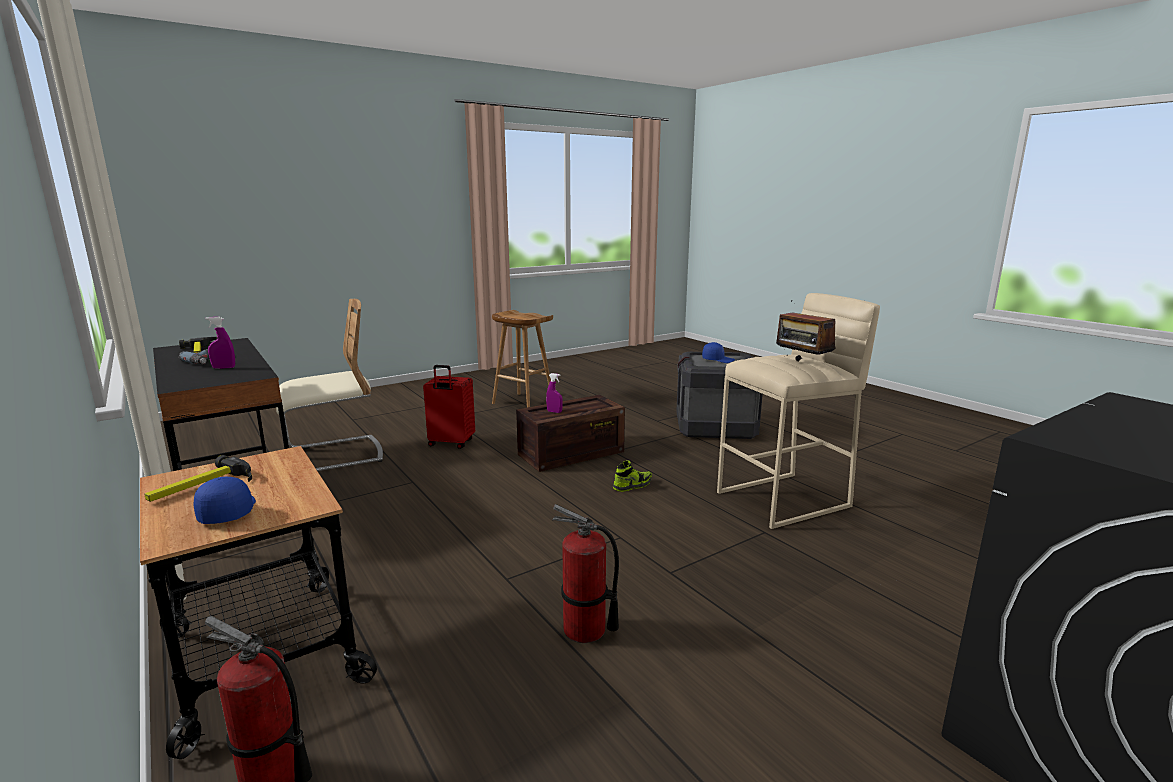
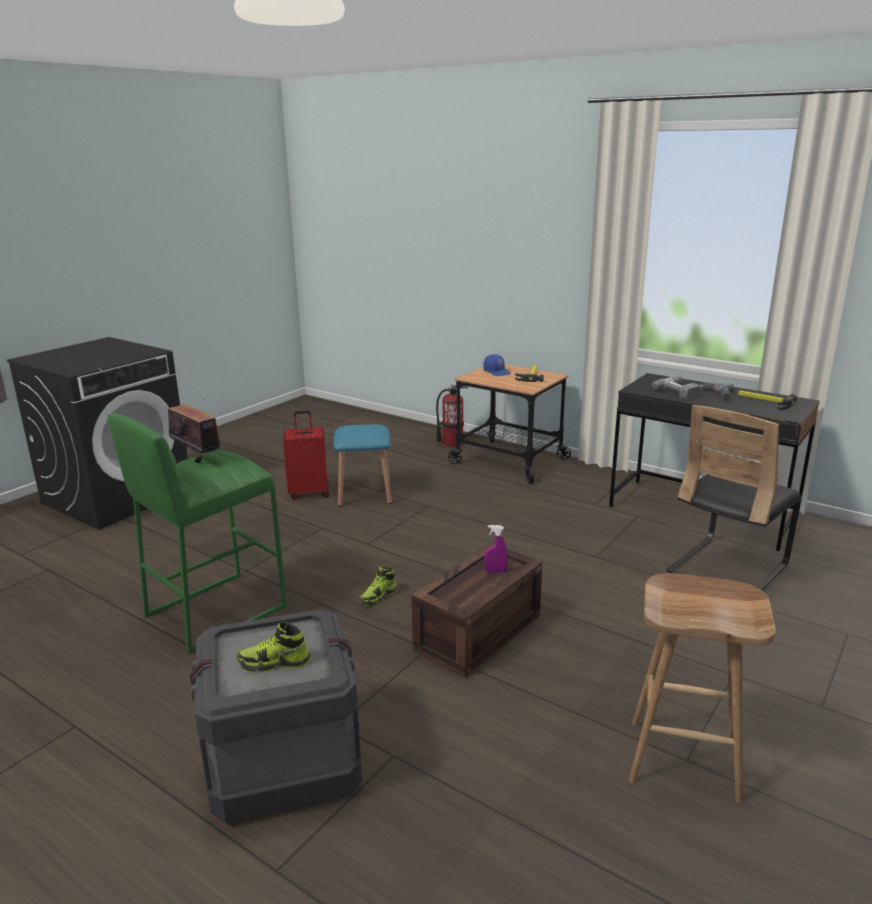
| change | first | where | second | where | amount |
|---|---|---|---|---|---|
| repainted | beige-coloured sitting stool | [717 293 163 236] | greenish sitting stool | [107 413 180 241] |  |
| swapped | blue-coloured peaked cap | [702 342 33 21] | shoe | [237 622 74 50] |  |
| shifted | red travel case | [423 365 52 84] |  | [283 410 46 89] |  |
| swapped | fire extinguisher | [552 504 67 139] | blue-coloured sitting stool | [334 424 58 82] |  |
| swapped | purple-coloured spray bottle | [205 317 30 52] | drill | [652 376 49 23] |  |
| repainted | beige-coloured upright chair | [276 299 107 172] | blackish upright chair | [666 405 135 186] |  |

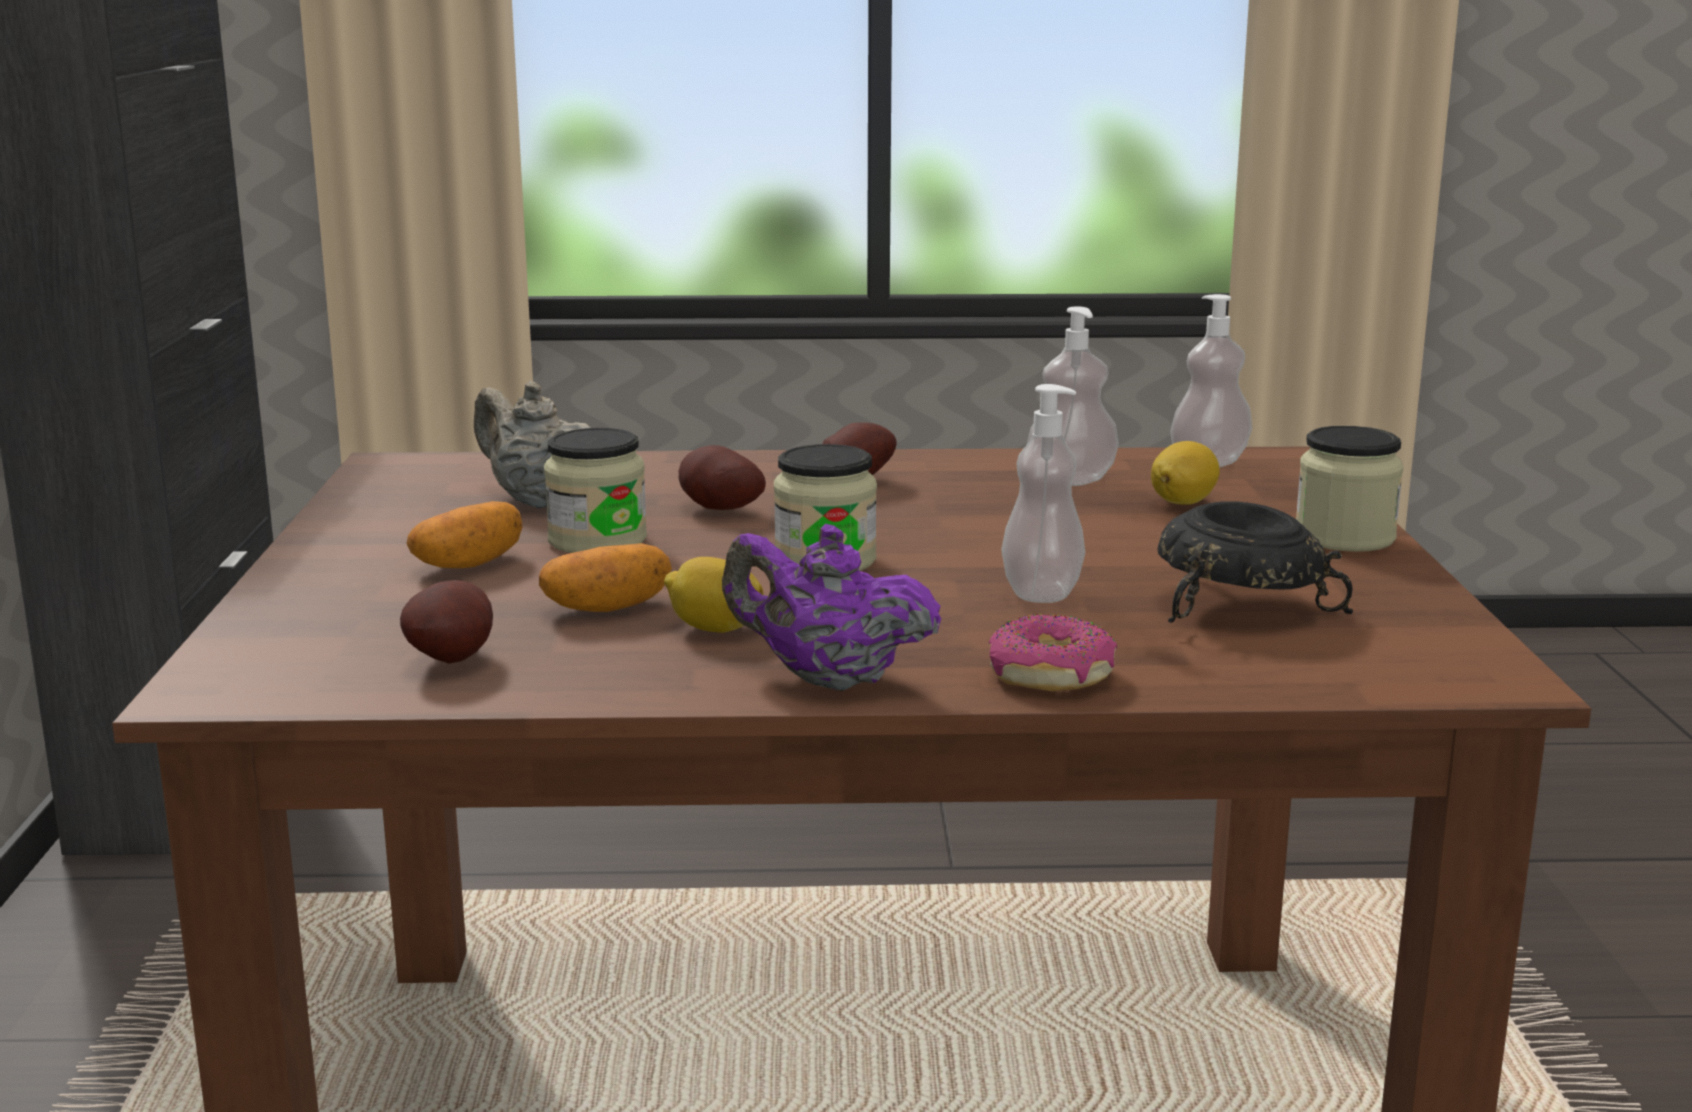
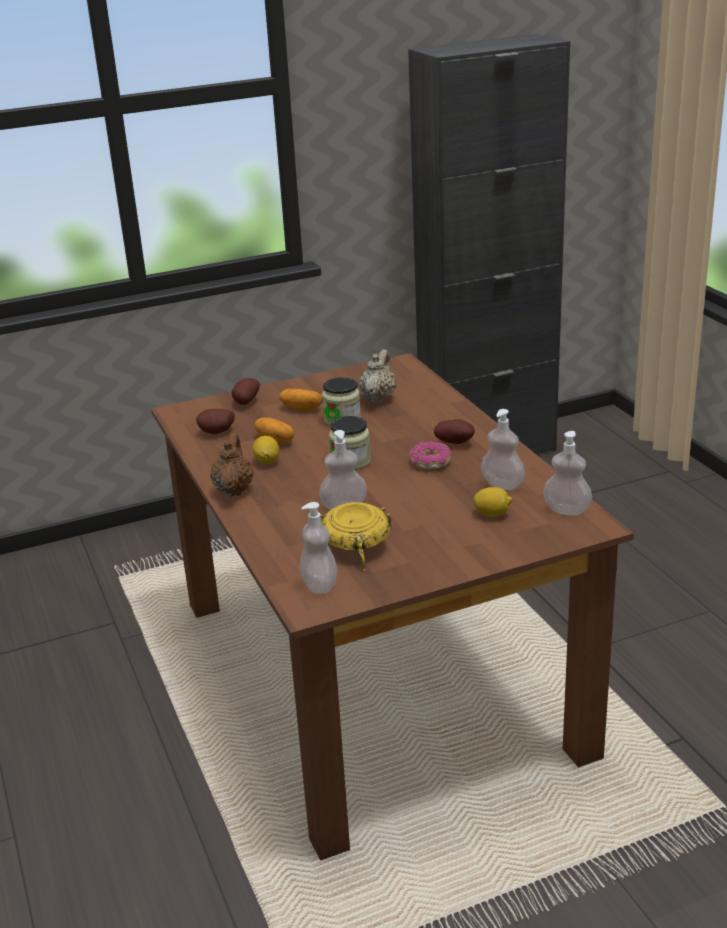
| change | first | where | second | where | amount |
|---|---|---|---|---|---|
| repainted | purple-coloured pot for tea | [722 524 219 167] | brownish pot for tea | [210 433 43 63] |  |
| shifted | whole potato | [679 445 87 65] |  | [232 378 28 27] |  |
| new |  |  | soap bottle | [300 502 37 92] |  |
| repainted | blackish serving bowl | [1158 501 195 122] | yellow serving bowl | [320 502 72 70] |  |
| shifted | donut | [989 614 128 77] |  | [409 441 42 28] |  |
| gone | jar | [1296 426 107 126] |  |  |  |

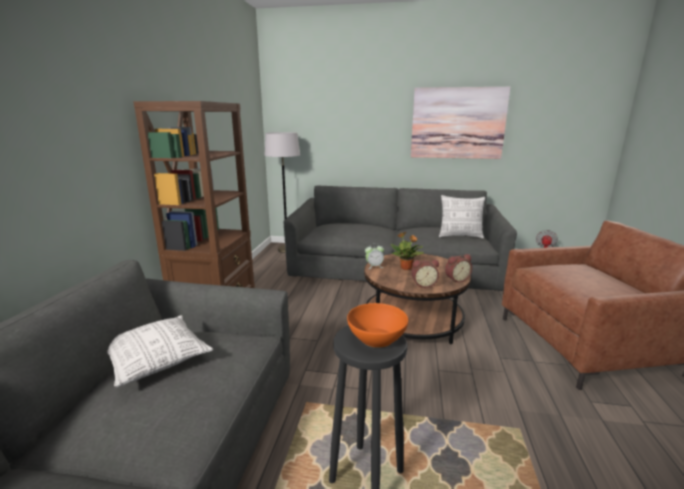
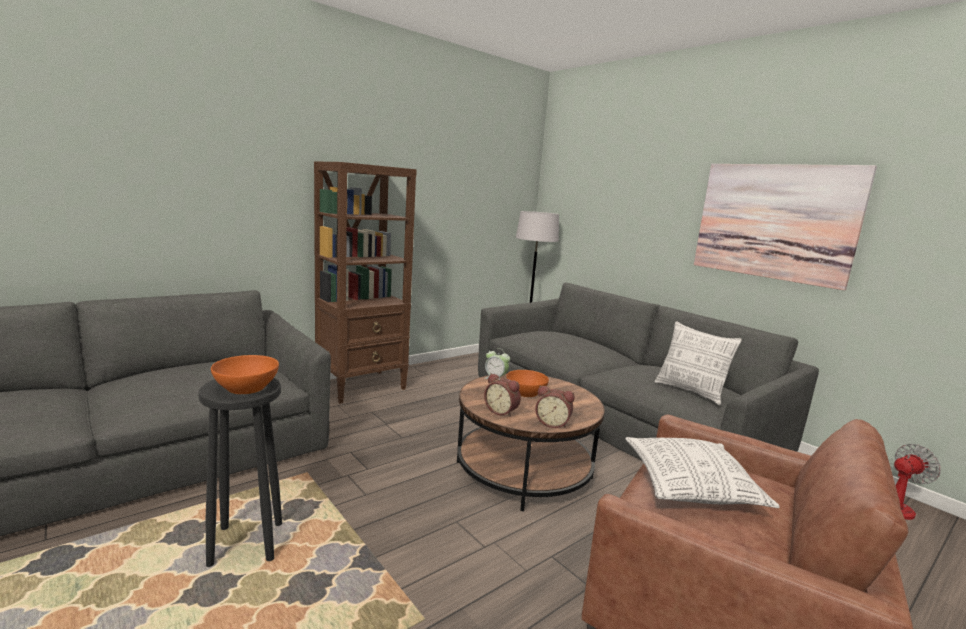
| change | first | where | second | where | amount |
|---|---|---|---|---|---|
| swapped | plant in a pot | [391 232 33 38] | orangey serving bowl | [506 370 43 27] |  |
| shifted | throw pillow | [107 315 106 72] |  | [625 437 155 71] |  |

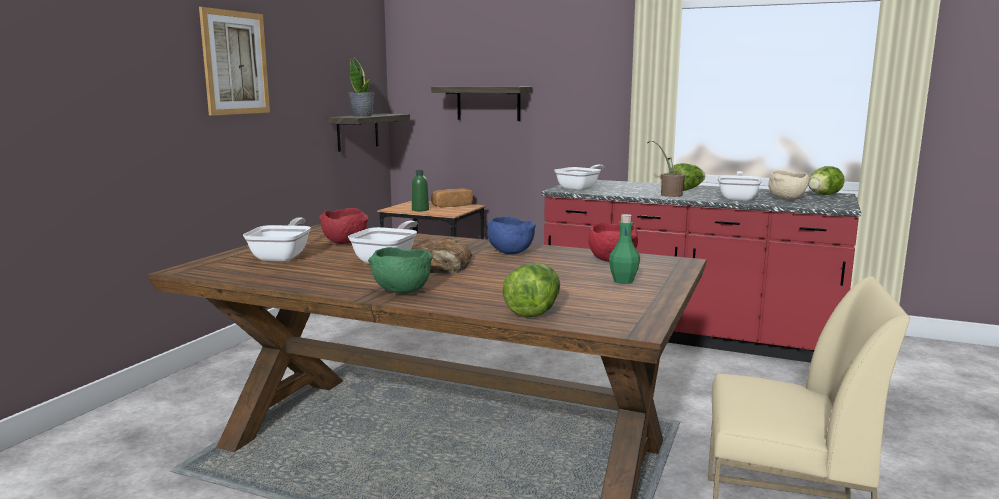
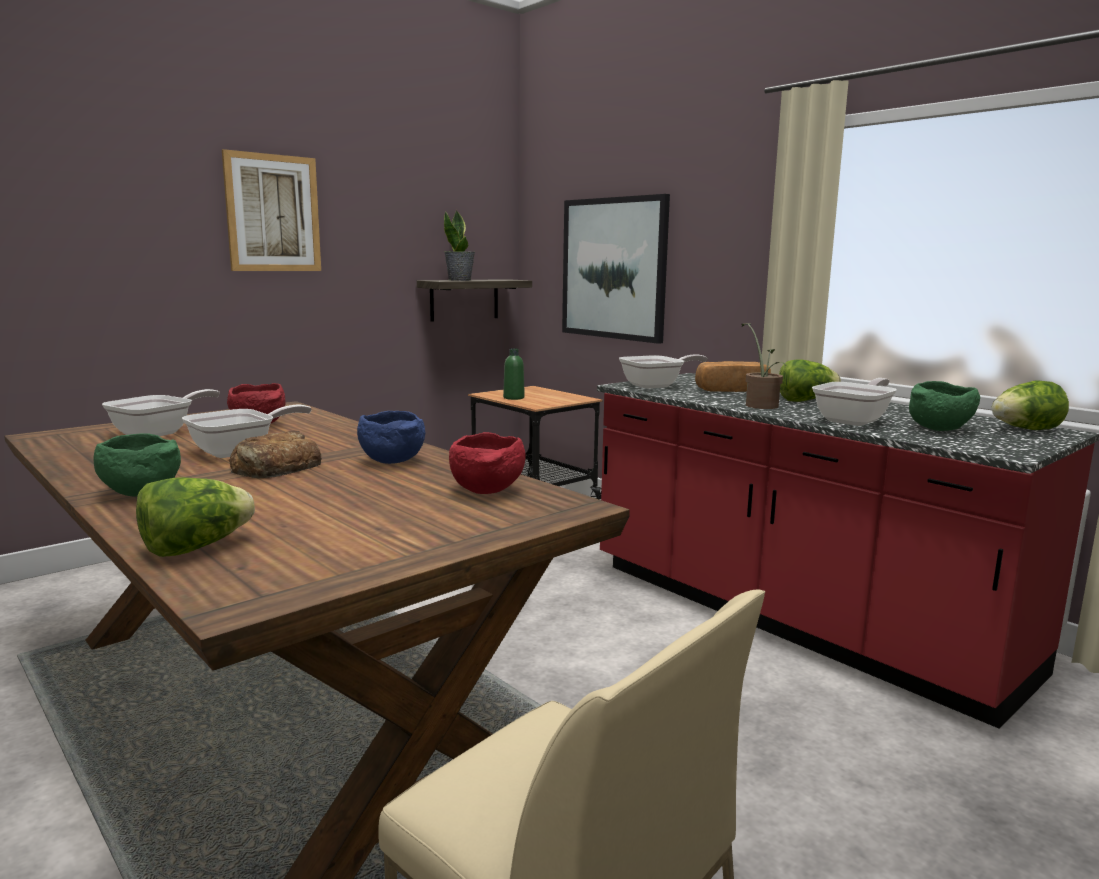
| change | first | where | second | where | amount |
|---|---|---|---|---|---|
| swapped | shelf | [431 86 101 35] | wall picture | [562 194 108 150] |  |
| shifted | bakery bread | [431 188 42 19] |  | [695 361 76 31] |  |
| repainted | beige-coloured serving bowl | [768 170 41 30] | greenish serving bowl | [909 381 71 50] |  |
| gone | greenish bottle | [609 214 31 70] |  |  |  |

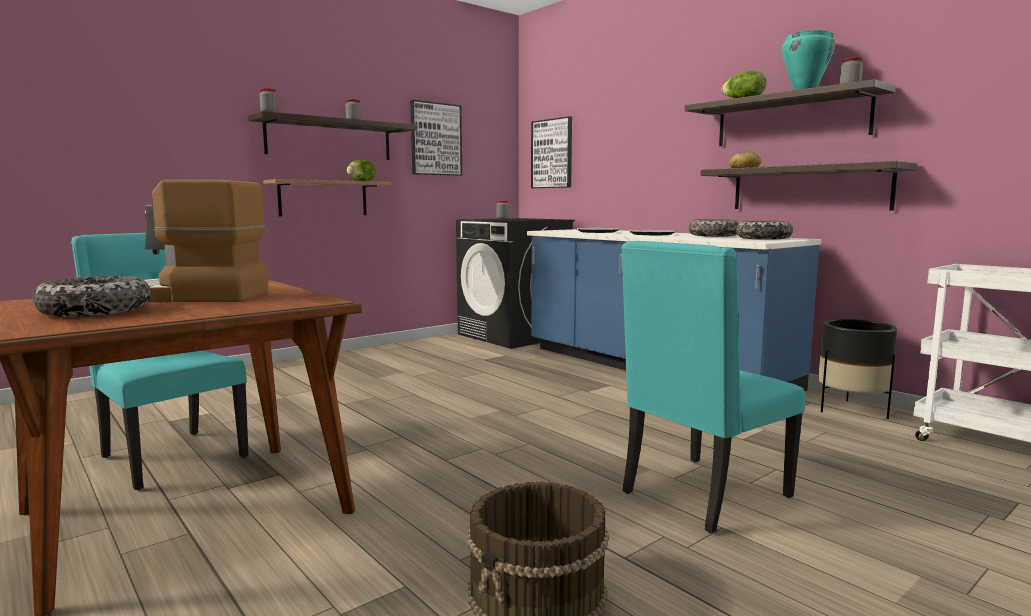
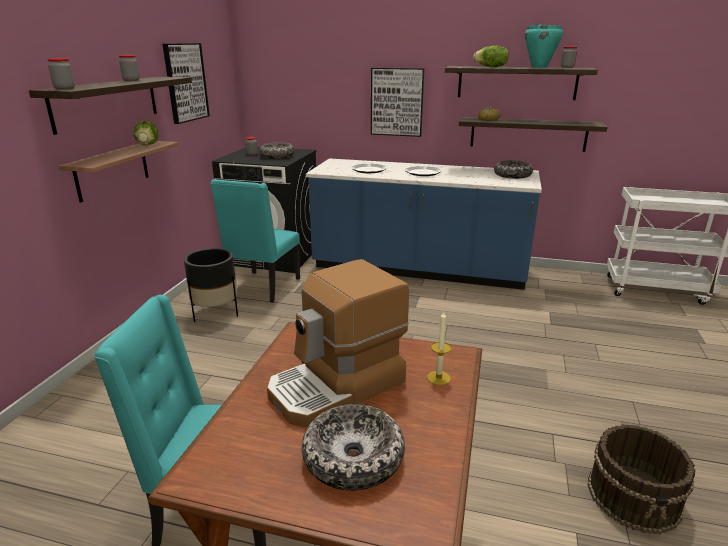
| change | first | where | second | where | amount |
|---|---|---|---|---|---|
| shifted | blackish flower pot | [818 319 79 100] |  | [184 248 54 74] |  |
| shifted | turquoise-coloured upright chair | [621 241 184 292] |  | [210 179 90 124] |  |
| shifted | serving bowl | [688 219 51 18] |  | [259 142 36 17] |  |
| shifted | wall picture | [531 116 41 72] |  | [371 68 53 69] |  |
| new |  |  | wax light | [427 312 25 73] |  |

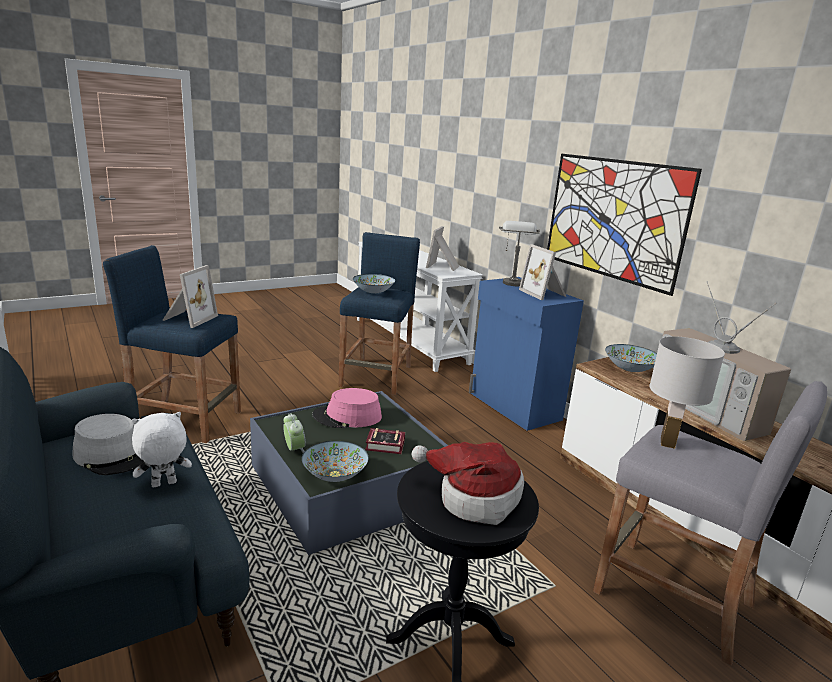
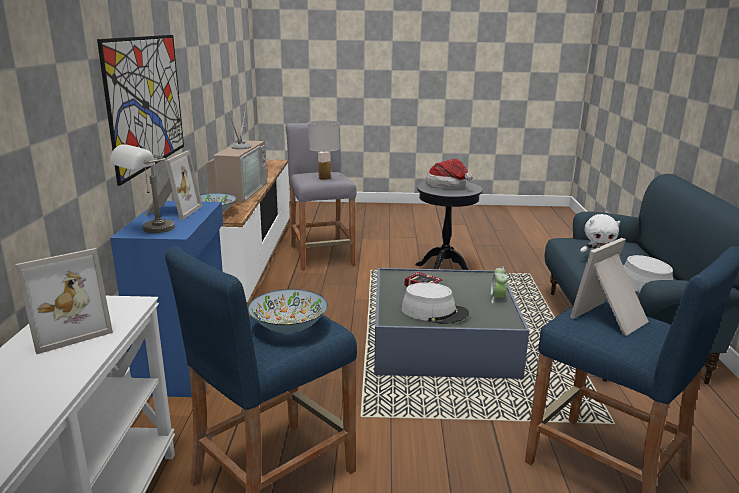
| change | first | where | second | where | amount |
|---|---|---|---|---|---|
| repainted | pink wearable hat | [312 388 70 40] | gray wearable hat | [401 283 68 41] |  |
| gone | serving bowl | [302 441 67 41] |  |  |  |

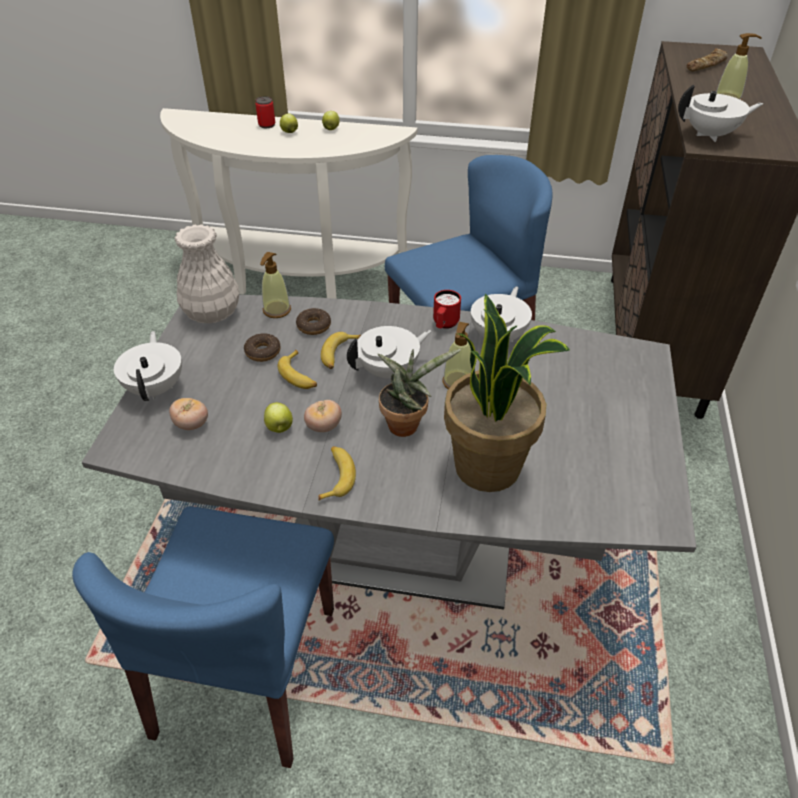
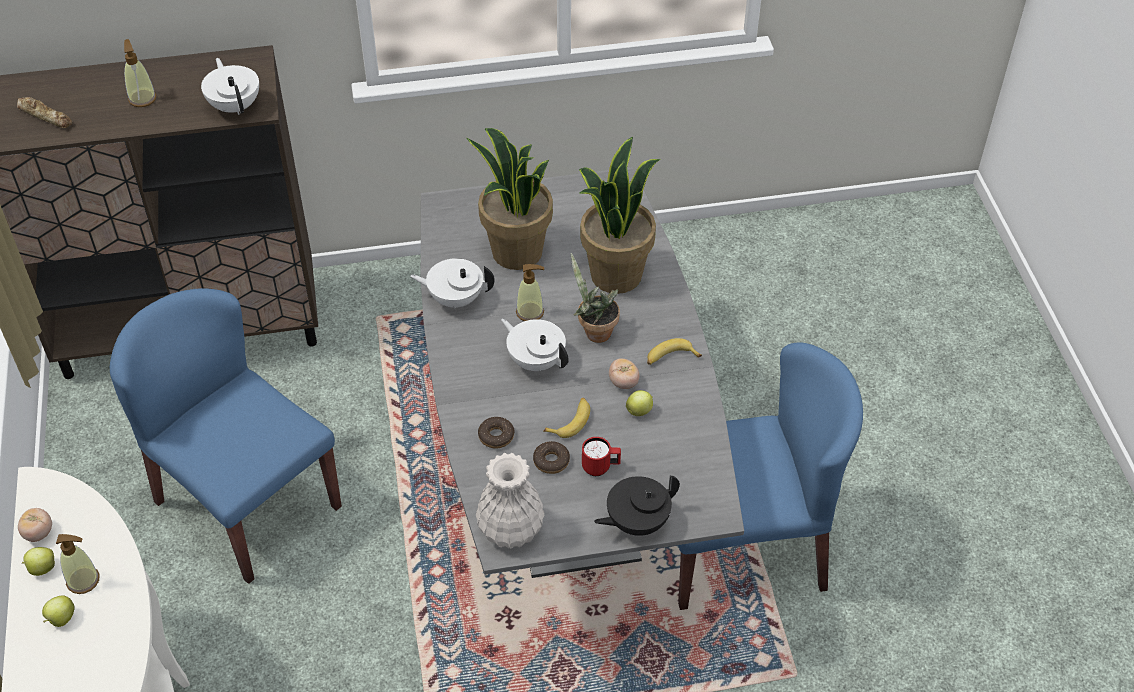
| change | first | where | second | where | amount |
|---|---|---|---|---|---|
| shifted | fresh tomato | [169 398 39 32] |  | [18 508 34 34] |  |
| shifted | soap bottle | [260 252 31 66] |  | [56 534 44 60] |  |
| new |  |  | plant in a pot | [466 128 87 142] |  |
| shifted | red mug | [433 290 28 39] |  | [582 437 39 39] |  |
| repainted | white pot for tea | [114 331 68 70] | blackish pot for tea | [594 475 86 61] |  |
| gone | can | [255 96 20 32] |  |  |  |
| gone | whole banana | [321 332 40 37] |  |  |  |

